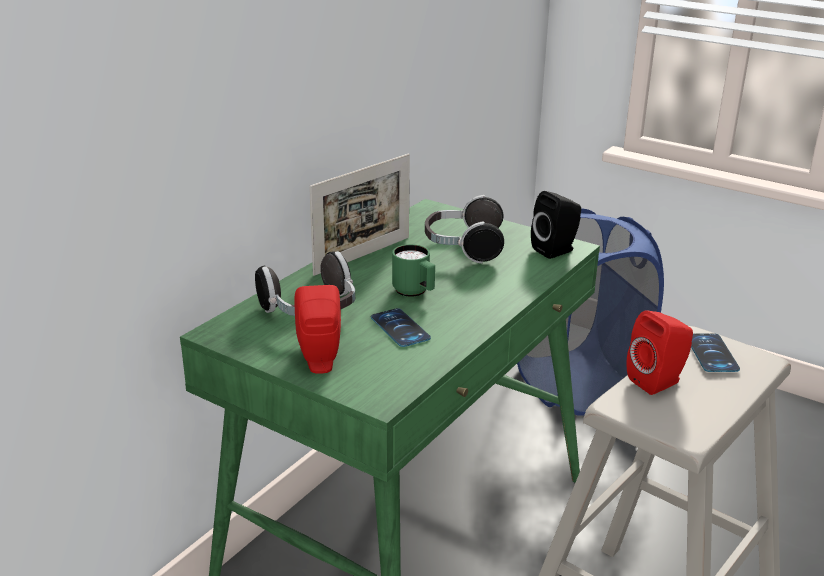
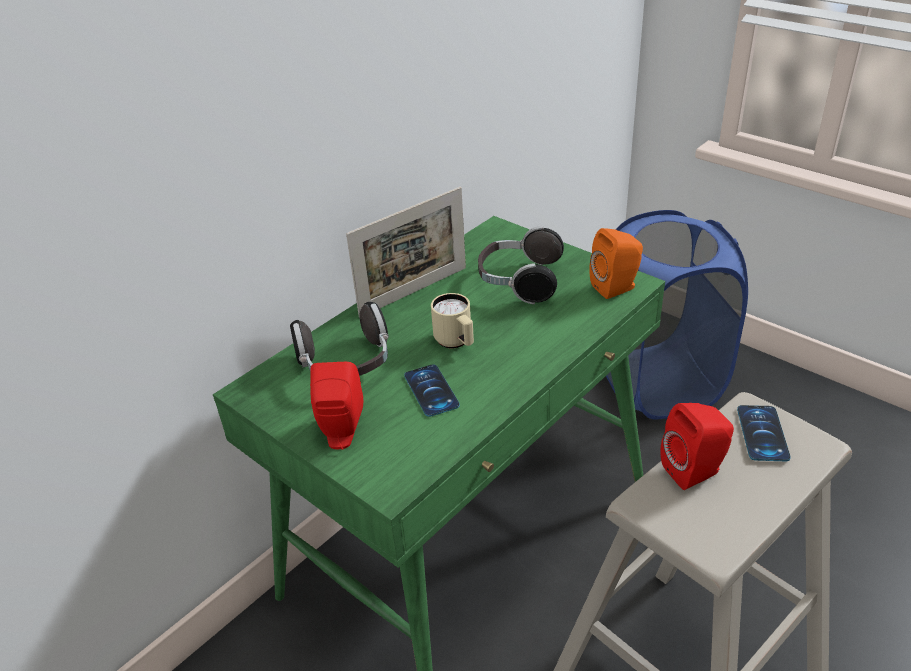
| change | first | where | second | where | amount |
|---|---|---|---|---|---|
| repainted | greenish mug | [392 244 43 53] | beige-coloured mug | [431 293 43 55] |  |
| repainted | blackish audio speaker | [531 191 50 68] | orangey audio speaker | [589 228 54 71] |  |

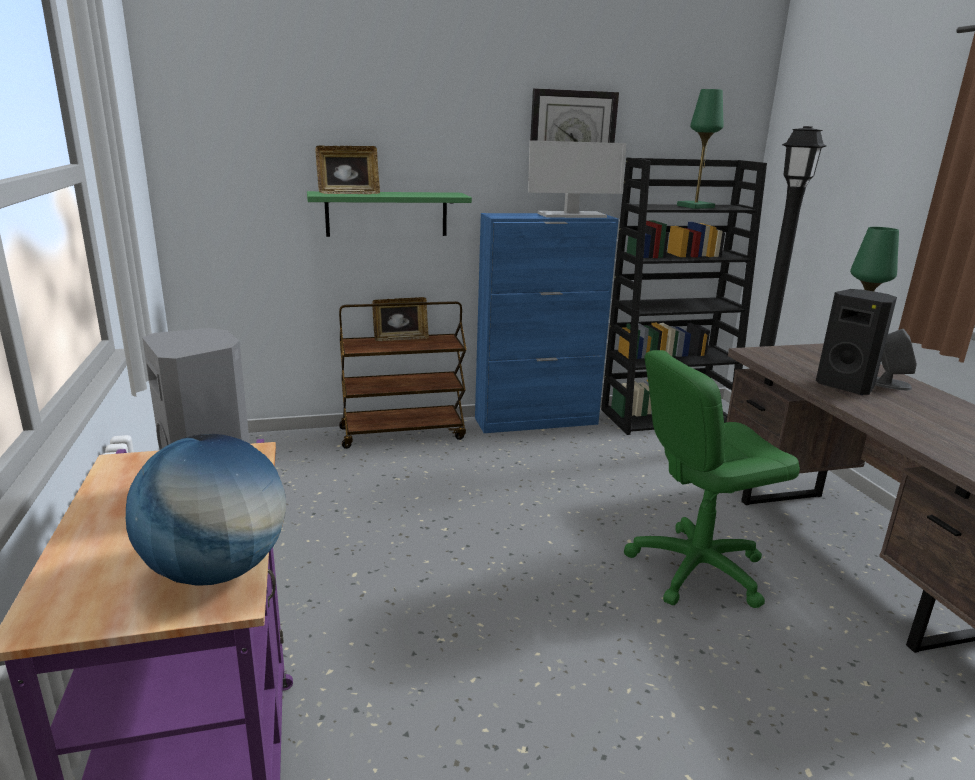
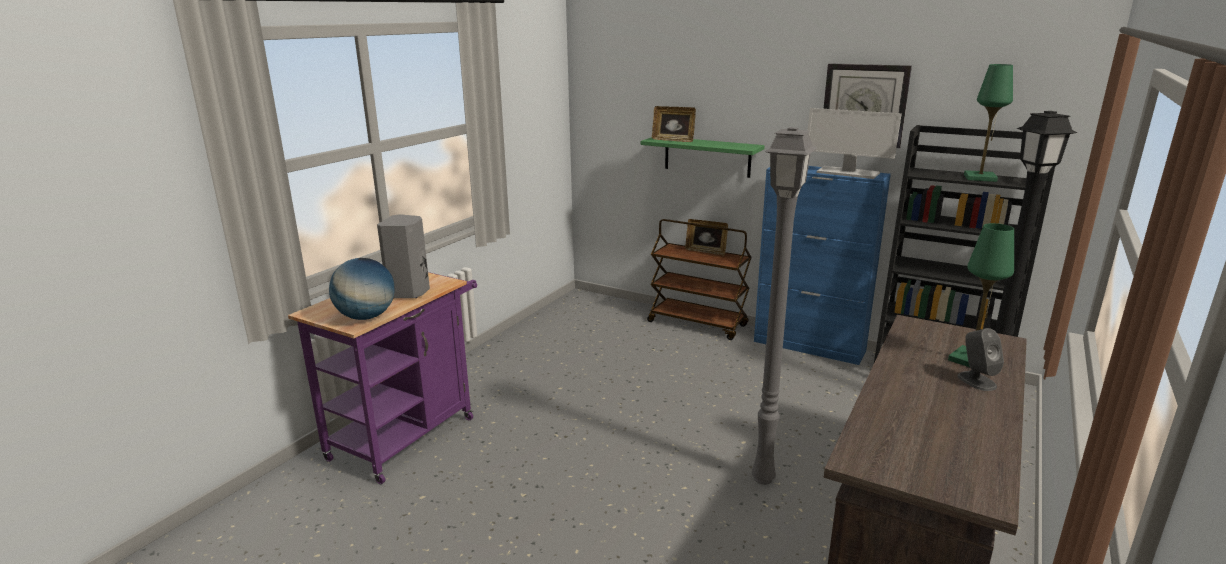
| change | first | where | second | where | amount |
|---|---|---|---|---|---|
| swapped | greenish desk chair | [624 350 176 258] | gray floor lamp | [751 127 66 358] |  |
| gone | blackish audio speaker | [816 289 81 106] |  |  |  |

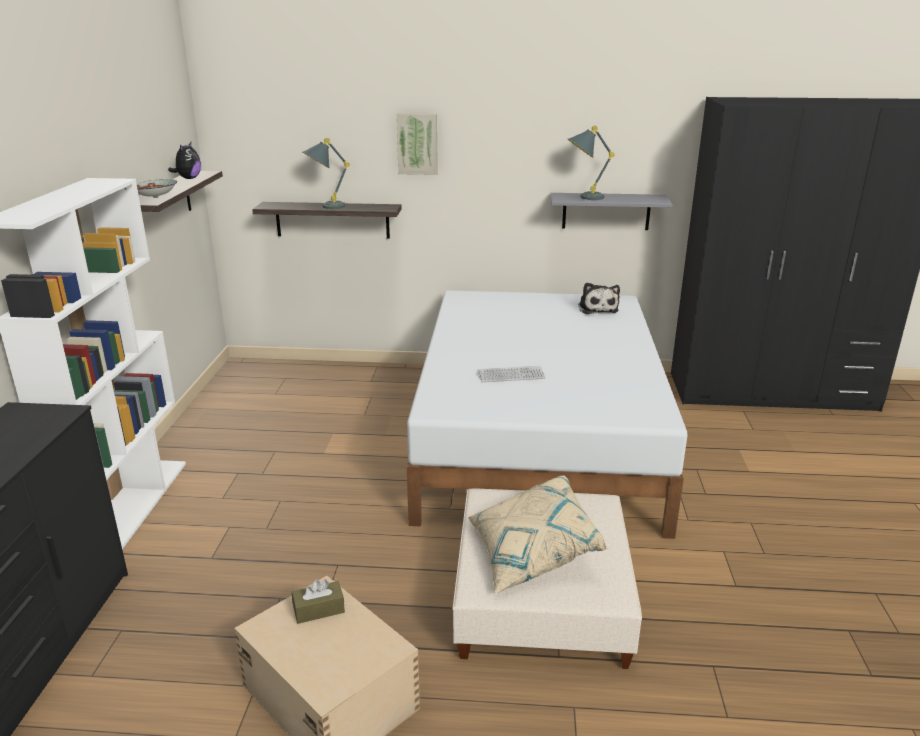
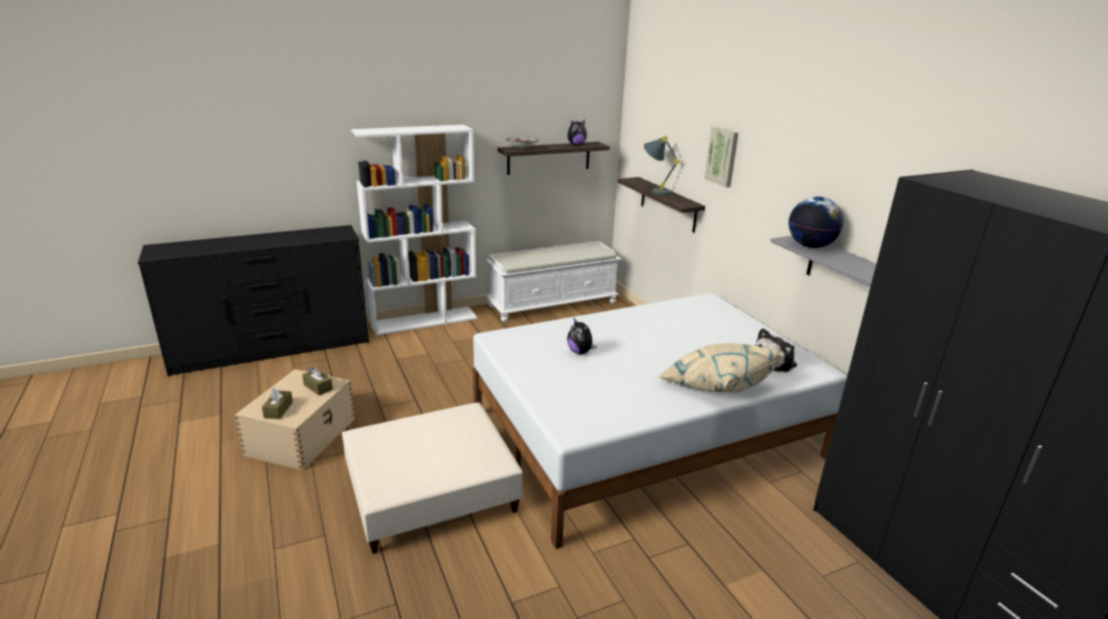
| change | first | where | second | where | amount |
|---|---|---|---|---|---|
| new |  |  | brownish tissue box | [262 387 31 32] |  |
| new |  |  | white long seat | [486 241 136 81] |  |
| swapped | keyboard | [477 366 68 16] | plush toy | [567 318 30 36] |  |
| shifted | beige-coloured throw pillow | [468 475 139 120] |  | [658 343 125 50] |  |
| swapped | gray lamp for a table | [568 125 47 75] | world globe | [789 197 55 51] |  |

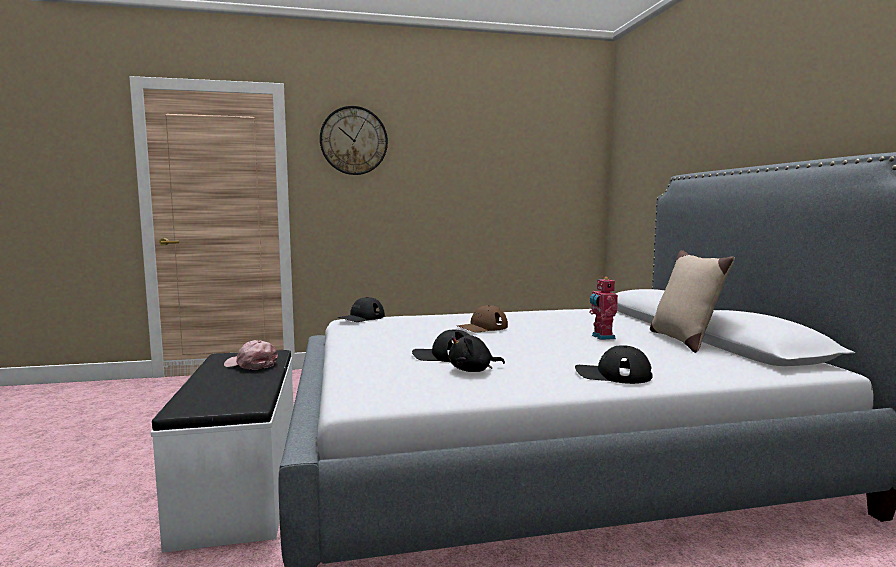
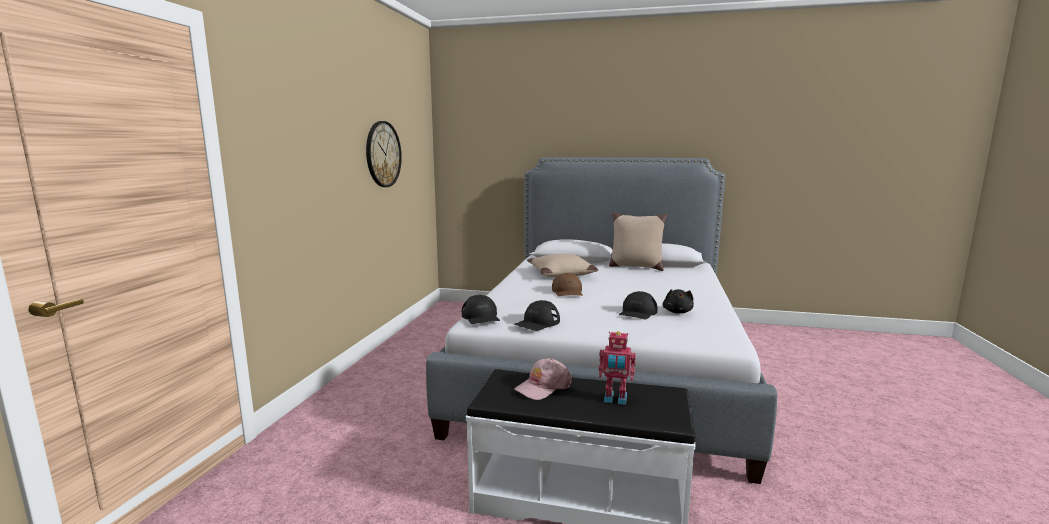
| change | first | where | second | where | amount |
|---|---|---|---|---|---|
| shifted | hanging clock | [320 106 68 69] |  | [366 121 36 66] |  |
| shifted | blackish peaked cap | [575 345 78 39] |  | [514 300 46 31] |  |
| new |  |  | beige-coloured throw pillow | [527 254 71 23] |  |
| shifted | model robot | [589 277 29 63] |  | [599 331 37 74] |  |

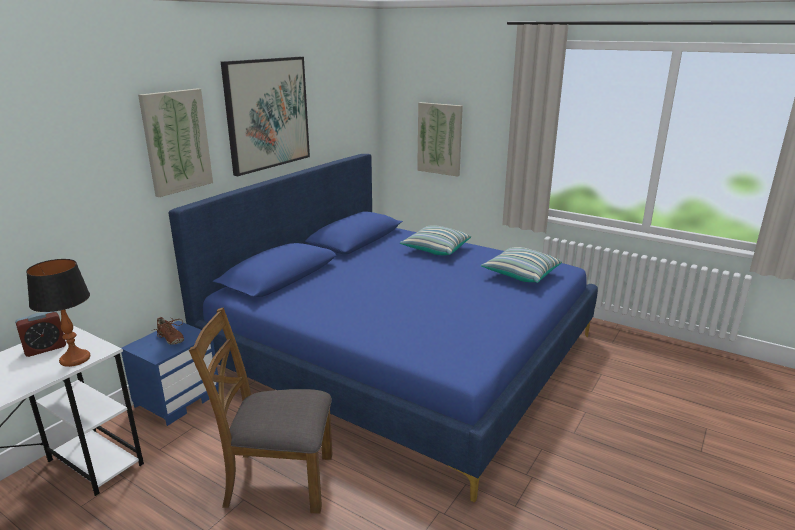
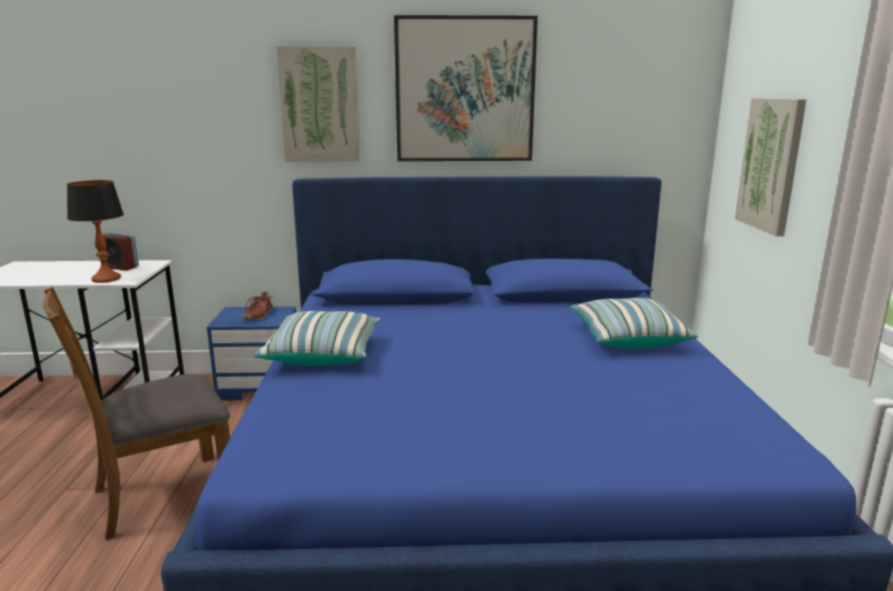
| change | first | where | second | where | amount |
|---|---|---|---|---|---|
| rotated | brownish upright chair | [189 307 143 206] |  | [43 286 187 254] | 90 degrees counterclockwise |
| shifted | throw pillow | [481 247 81 36] |  | [254 311 126 55] |  |

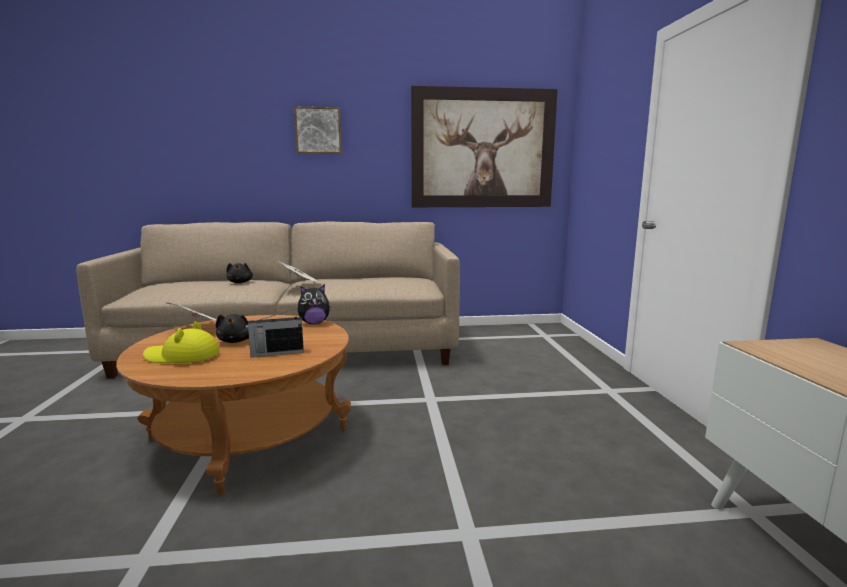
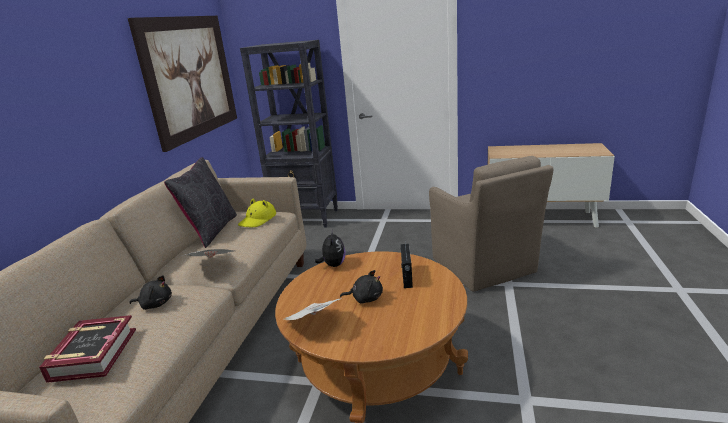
| change | first | where | second | where | amount |
|---|---|---|---|---|---|
| new |  |  | bound book | [39 315 97 68] |  |
| new |  |  | blackish throw pillow | [164 157 73 91] |  |
| shifted | yellow wearable hat | [143 321 76 42] |  | [238 199 38 28] |  |
| new |  |  | blackish shelving unit | [240 40 98 188] |  |
| new |  |  | brownish armchair | [429 156 124 136] |  |
| gone | wall picture | [294 106 48 48] |  |  |  |

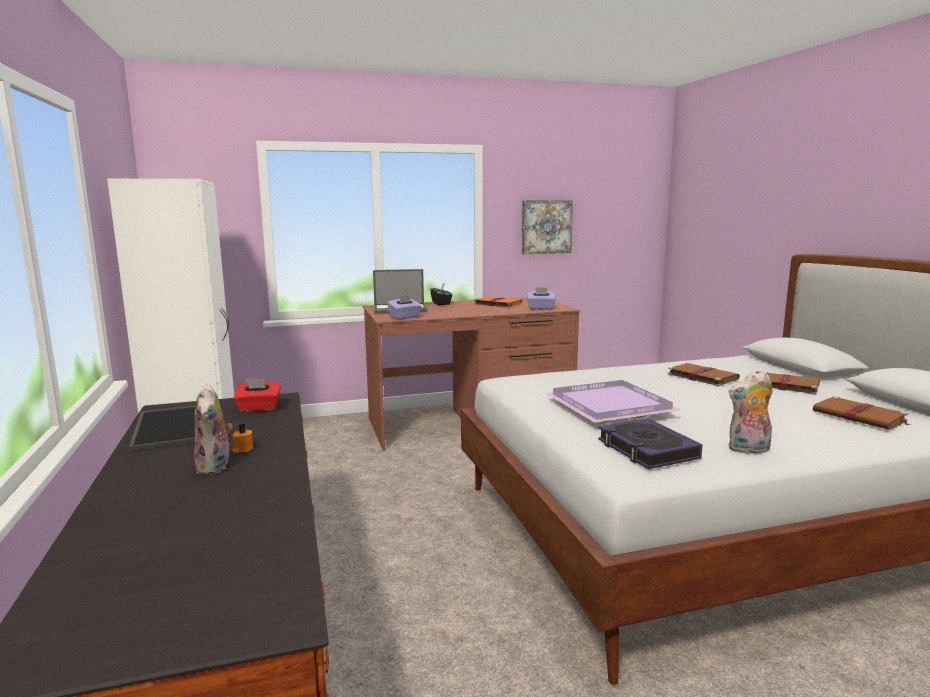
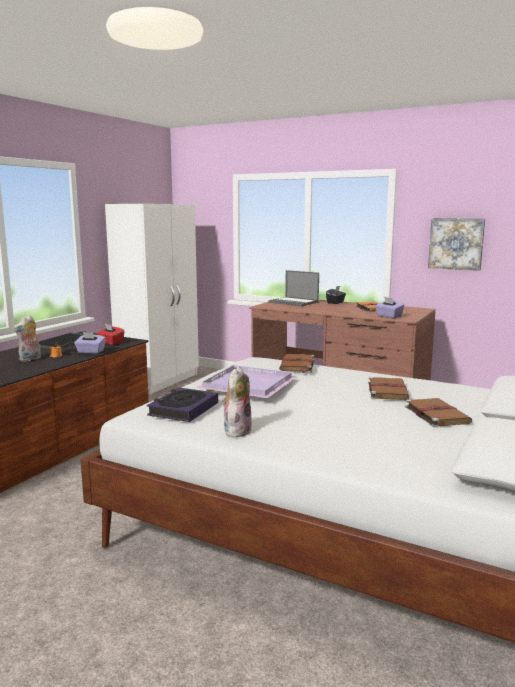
| change | first | where | second | where | amount |
|---|---|---|---|---|---|
| shifted | purple-coloured tissue box | [387 294 35 25] |  | [74 332 32 22] |  |
| rotated | plush toy | [729 371 43 83] |  | [222 367 30 71] | 75 degrees clockwise |
| shifted | brownish bound book | [813 396 99 34] |  | [279 354 35 19] |  |

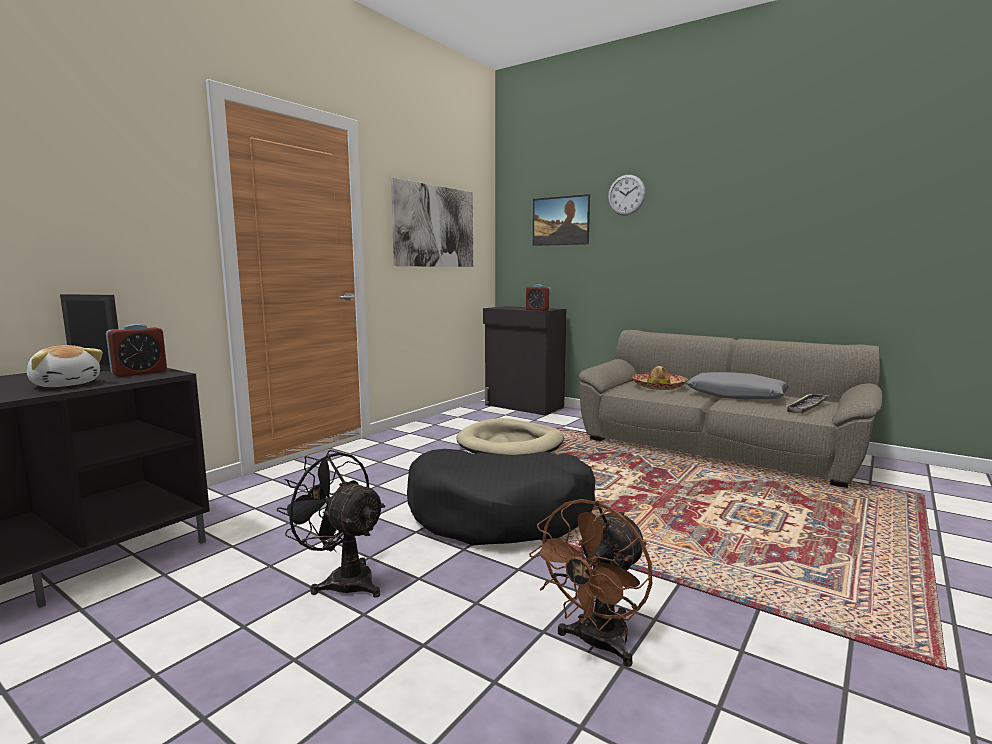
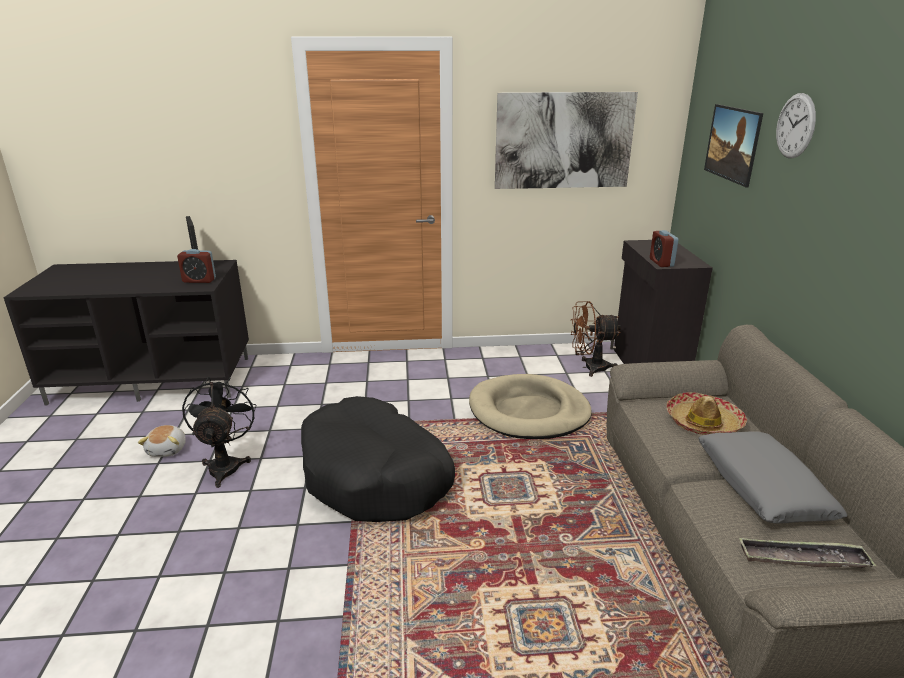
| change | first | where | second | where | amount |
|---|---|---|---|---|---|
| shifted | plush toy | [27 345 76 42] |  | [138 425 48 32] |  |
| shifted | brownish fan | [529 499 123 168] |  | [571 301 50 76] |  |

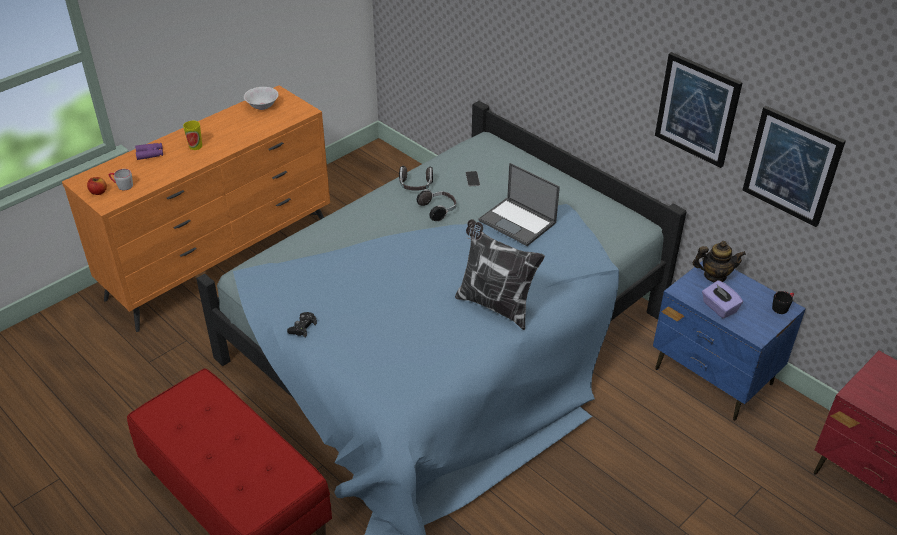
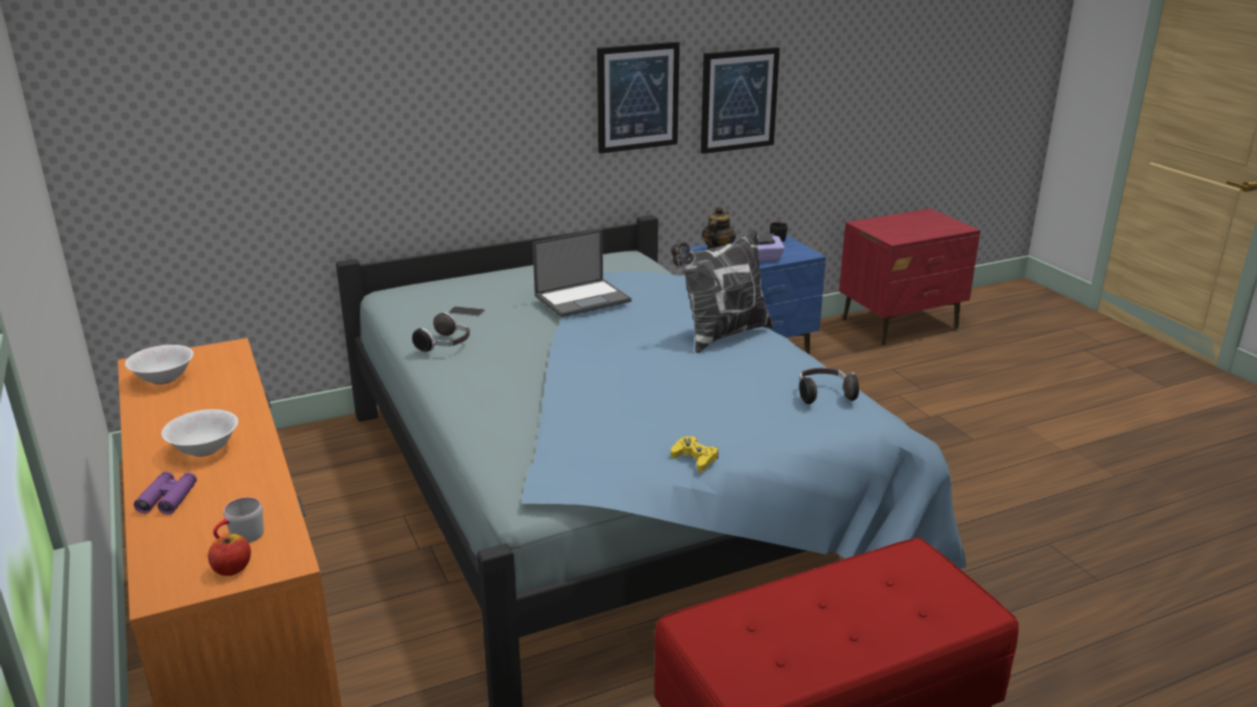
| change | first | where | second | where | amount |
|---|---|---|---|---|---|
| swapped | small cup | [183 120 19 30] | white serving bowl | [161 409 77 48] |  |
| repainted | blackish gamepad | [287 312 30 25] | yellow gamepad | [671 436 47 36] |  |
| shifted | pair of headphones | [417 189 39 33] |  | [799 368 60 36] |  |

